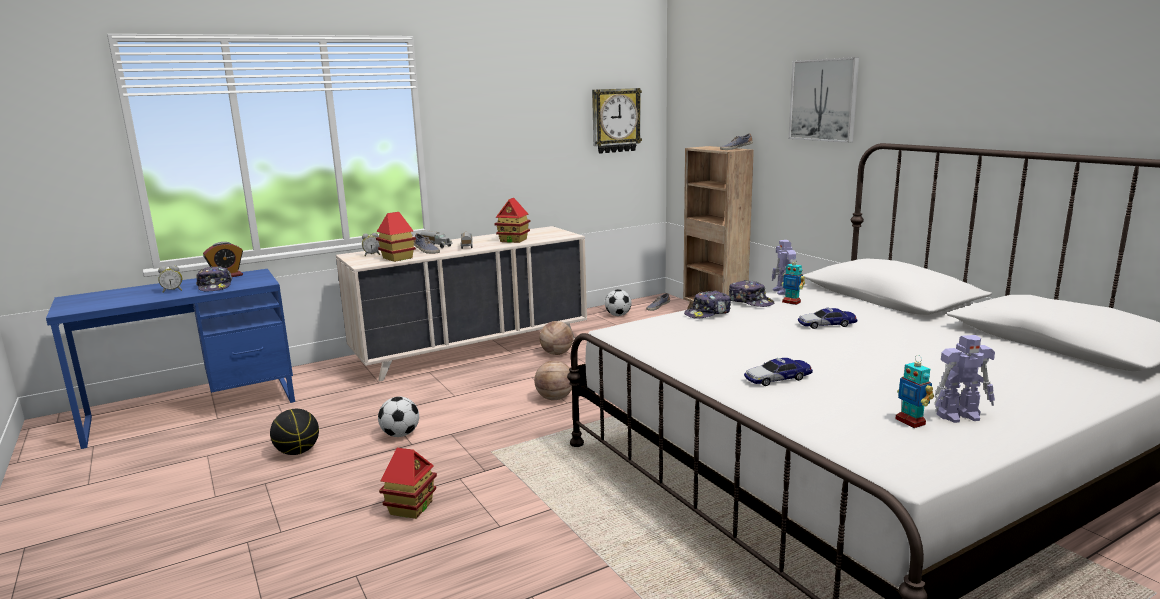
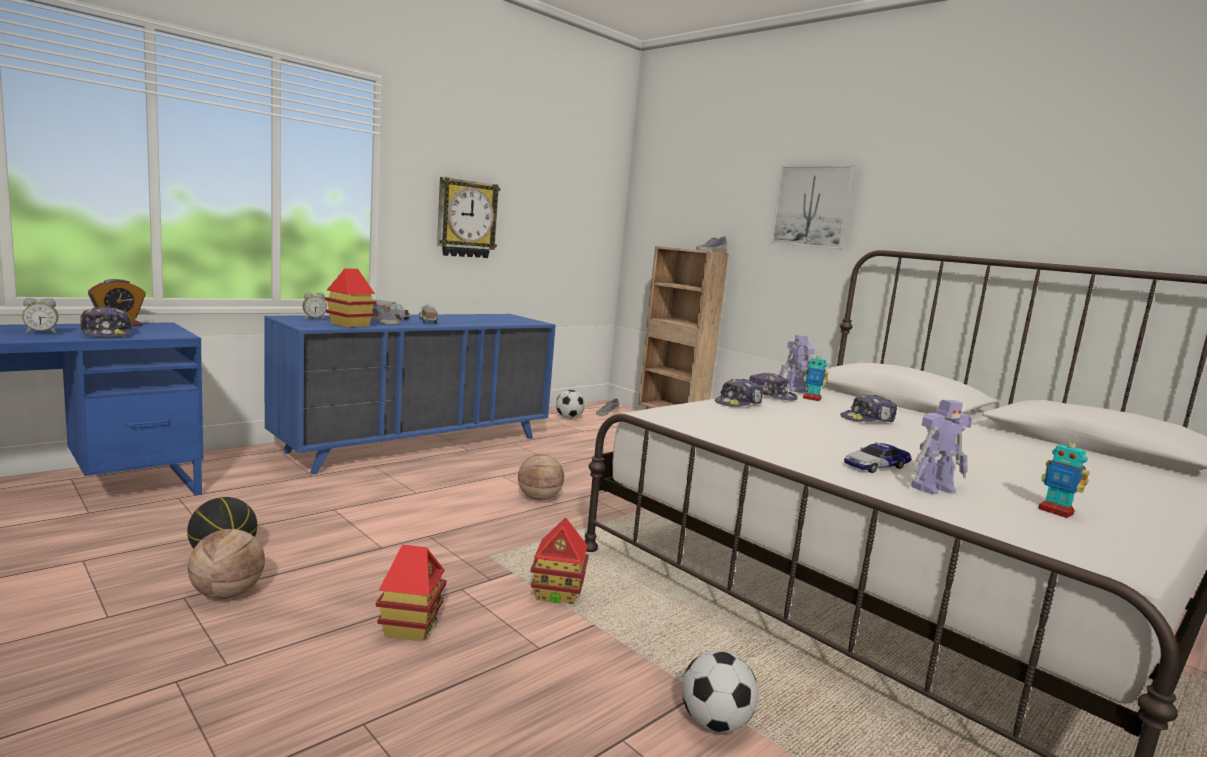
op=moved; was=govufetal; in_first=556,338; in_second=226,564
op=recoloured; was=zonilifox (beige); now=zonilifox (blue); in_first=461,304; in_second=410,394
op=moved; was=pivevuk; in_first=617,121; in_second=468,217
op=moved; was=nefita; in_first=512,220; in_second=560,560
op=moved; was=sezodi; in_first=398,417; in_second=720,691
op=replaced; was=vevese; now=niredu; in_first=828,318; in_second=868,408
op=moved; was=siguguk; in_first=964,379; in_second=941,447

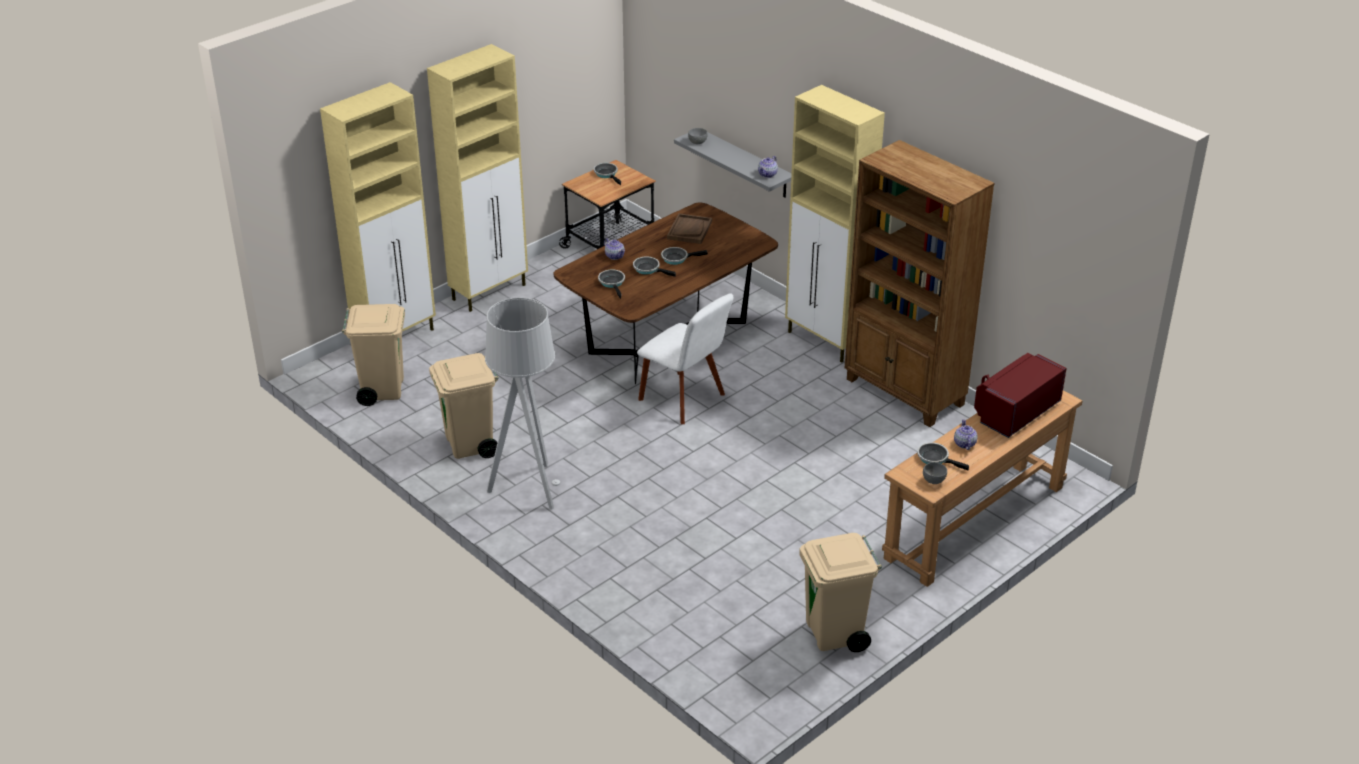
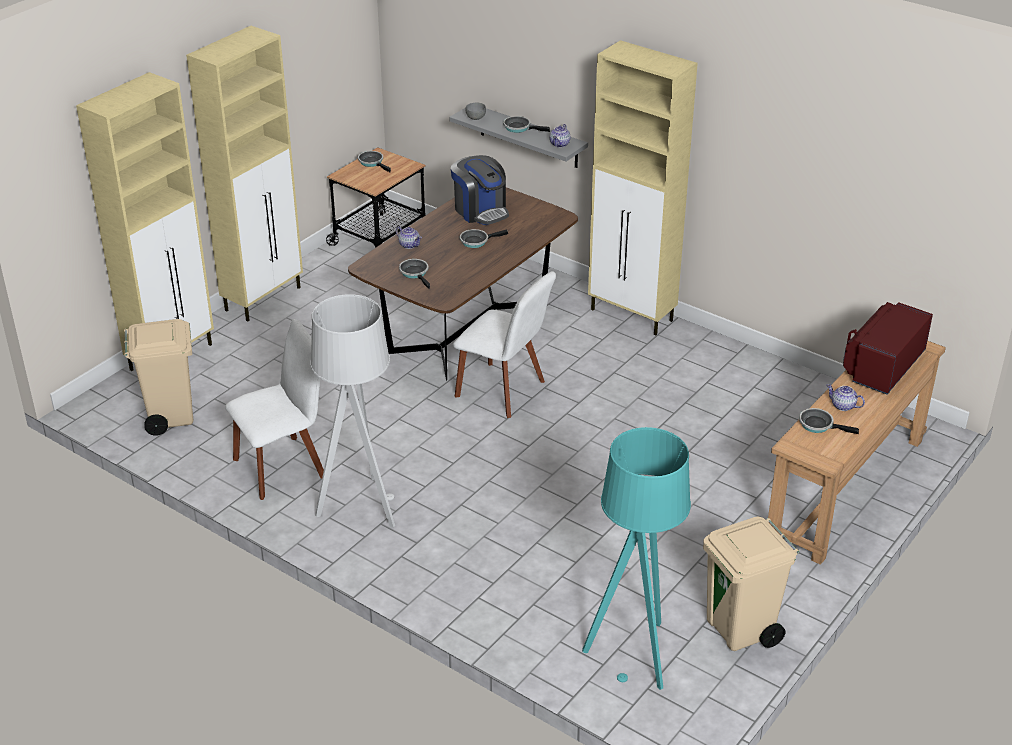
op=replaced; was=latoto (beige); now=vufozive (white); in_first=464,406; in_second=274,409
op=replaced; was=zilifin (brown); now=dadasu; in_first=689,228; in_second=480,190
op=moved; was=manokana; in_first=654,267; in_second=526,124
op=added; now=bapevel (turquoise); in_second=636,558
op=turned; was=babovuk; in_first=966,434; in_second=846,397; clockwise=-45
op=removed; was=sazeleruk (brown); in_first=919,283
op=removed; was=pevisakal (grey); in_first=935,473

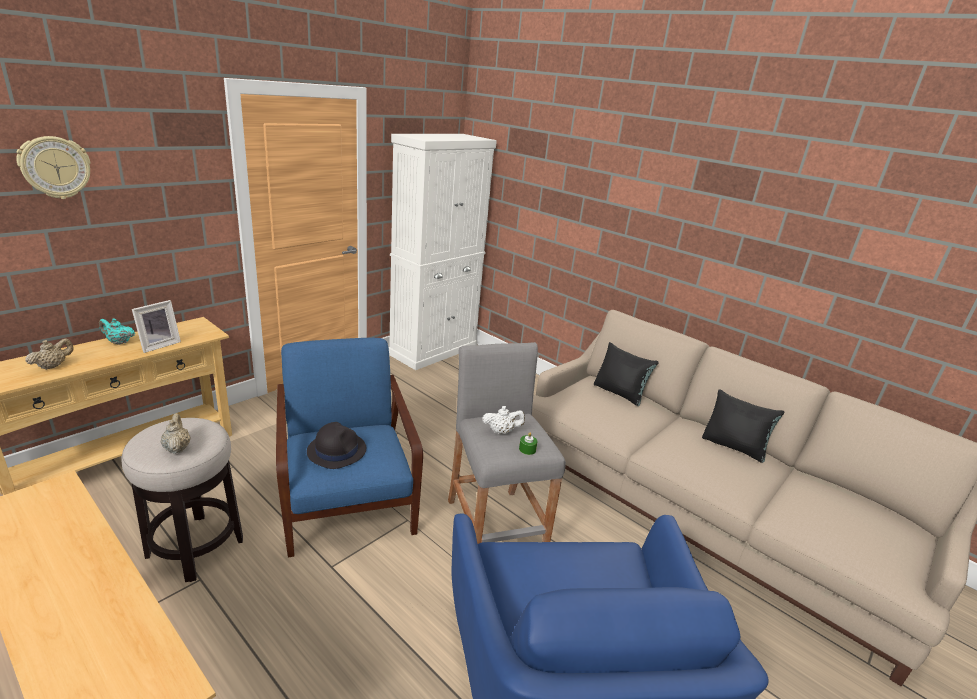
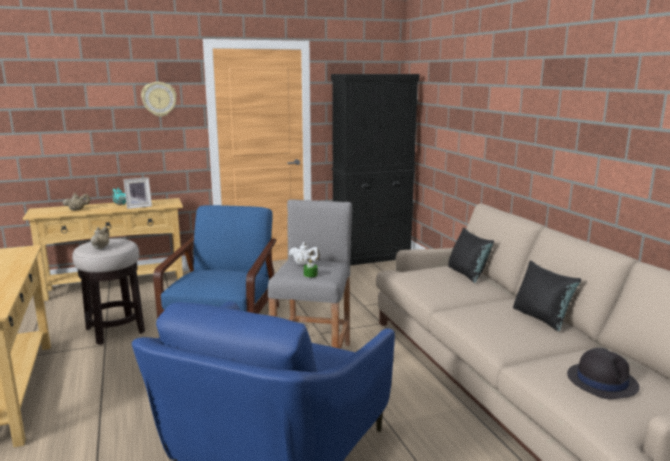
op=moved; was=pivevuk; in_first=53,167; in_second=159,99
op=recoloured; was=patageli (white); now=patageli (black); in_first=442,252; in_second=375,170
op=moved; was=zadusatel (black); in_first=336,445; in_second=603,373

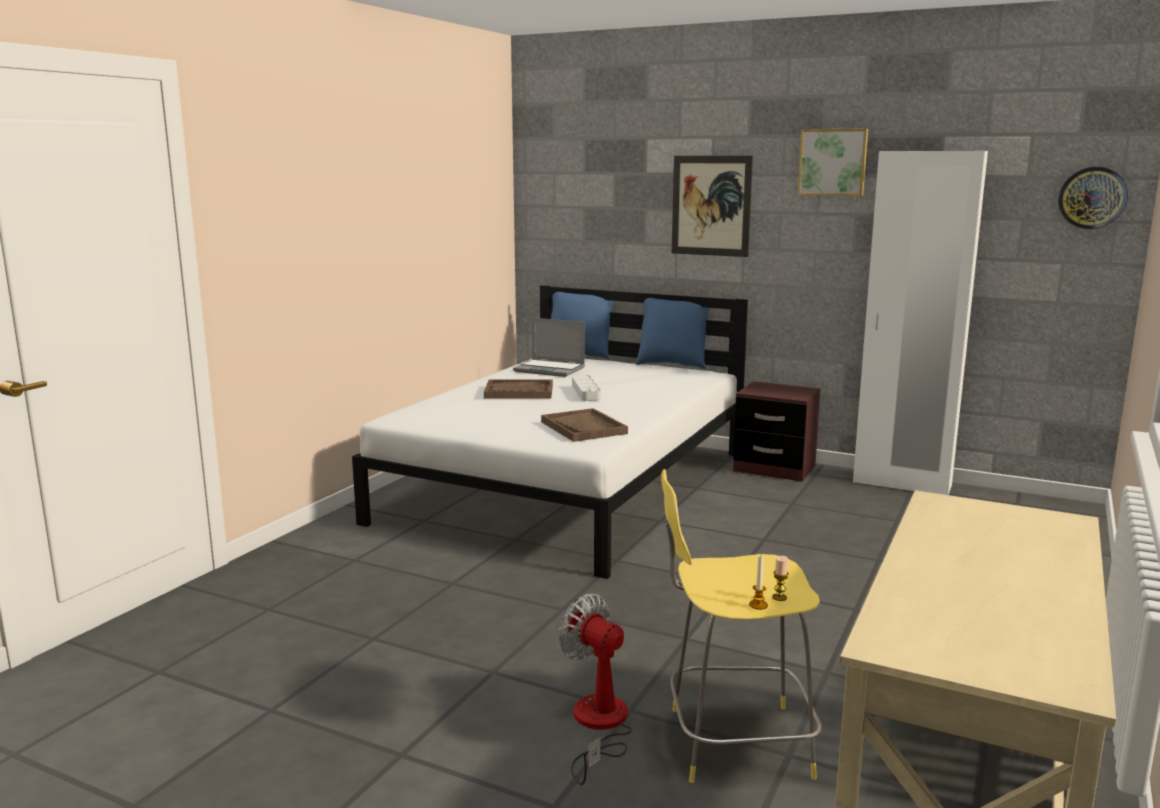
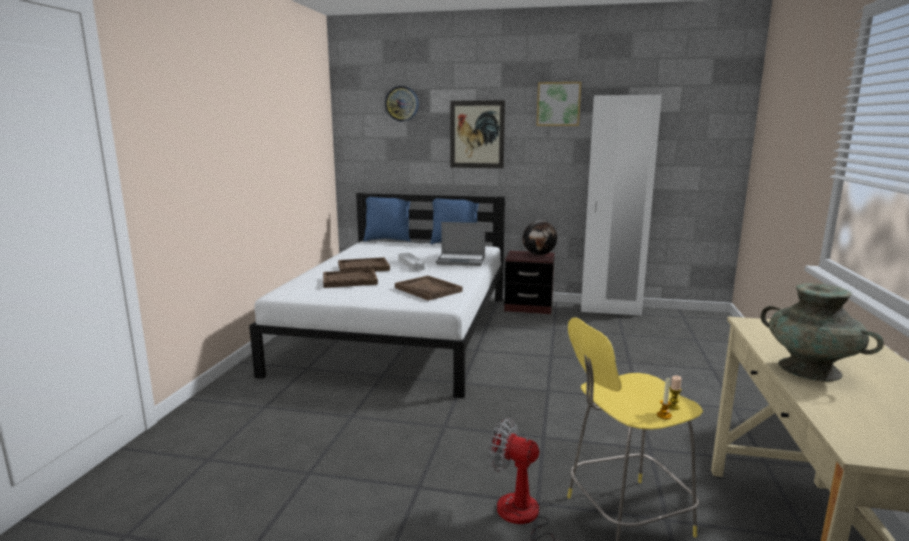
op=added; now=zilifin (brown); in_second=350,278
op=moved; was=pivevuk; in_first=1093,198; in_second=402,103
op=moved; was=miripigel; in_first=549,347; in_second=461,244
op=added; now=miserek; in_second=540,238
op=added; now=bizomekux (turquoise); in_second=822,332

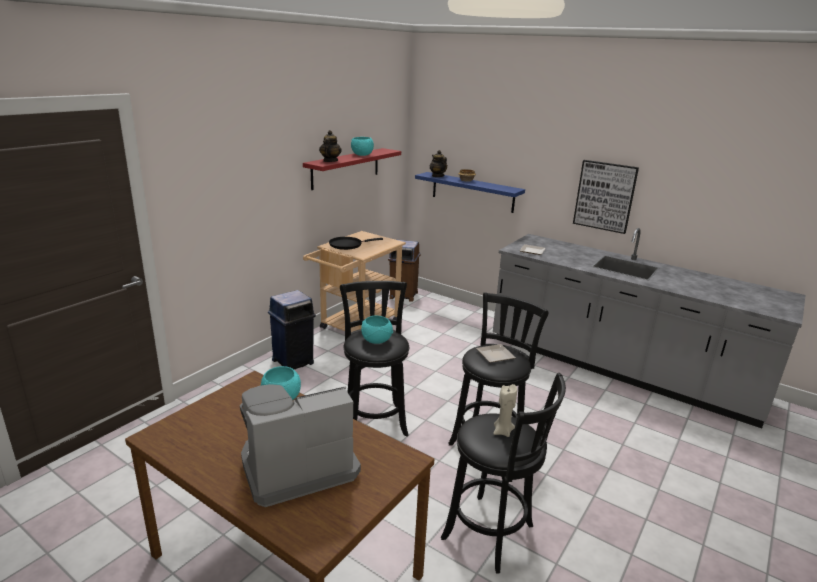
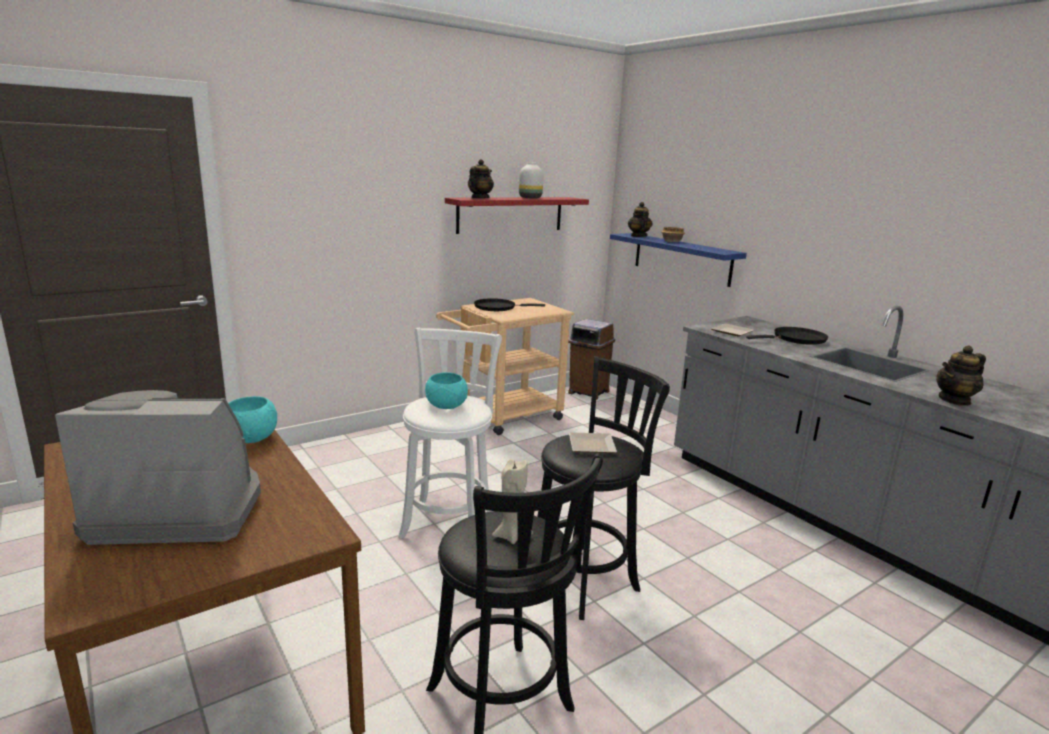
op=recoloured; was=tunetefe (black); now=tunetefe (white); in_first=374,359; in_second=450,433
op=replaced; was=pevisakal (turquoise); now=bizomekux (white); in_first=362,146; in_second=531,180
op=added; now=manokana (black); in_second=787,336
op=added; now=babovuk; in_second=961,375
op=removed; was=latoto (blue); in_first=292,329
op=removed; was=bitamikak; in_first=606,197

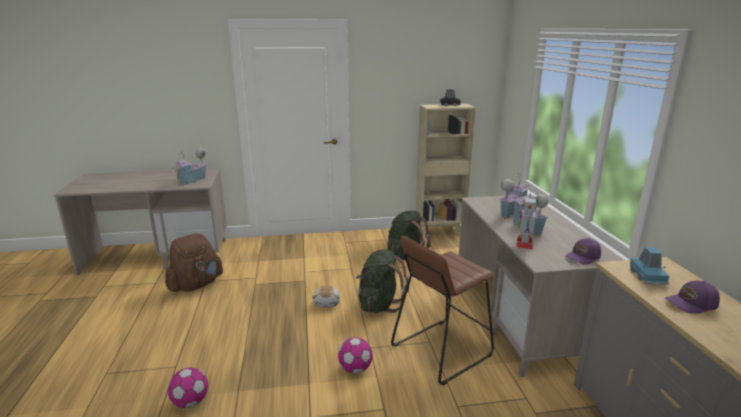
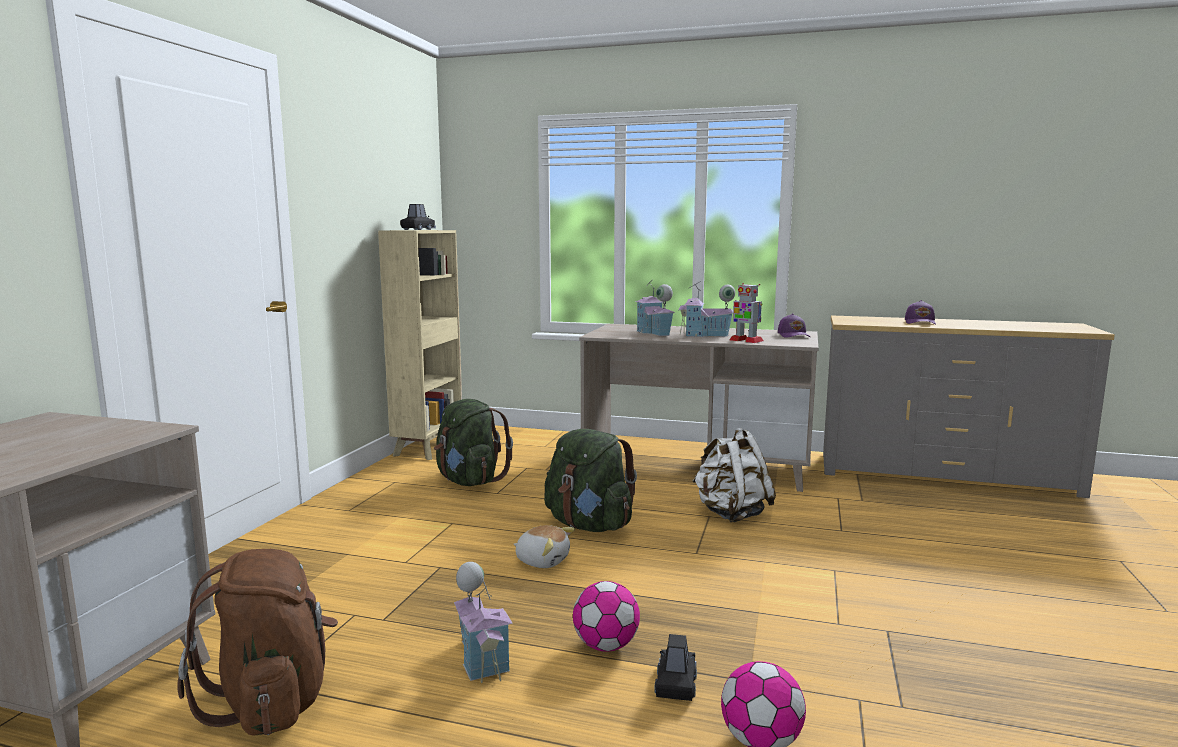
op=moved; was=nefita; in_first=189,166; in_second=483,622
op=moved; was=sezodi; in_first=355,355; in_second=606,616
op=added; now=vevese (black); in_second=675,667
op=replaced; was=tunetefe (brown); now=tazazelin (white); in_first=443,311; in_second=734,475
op=removed; was=vevese (blue); in_first=649,266

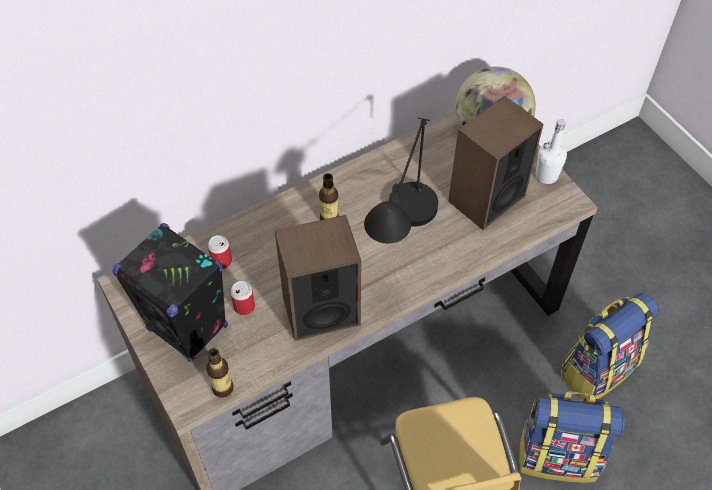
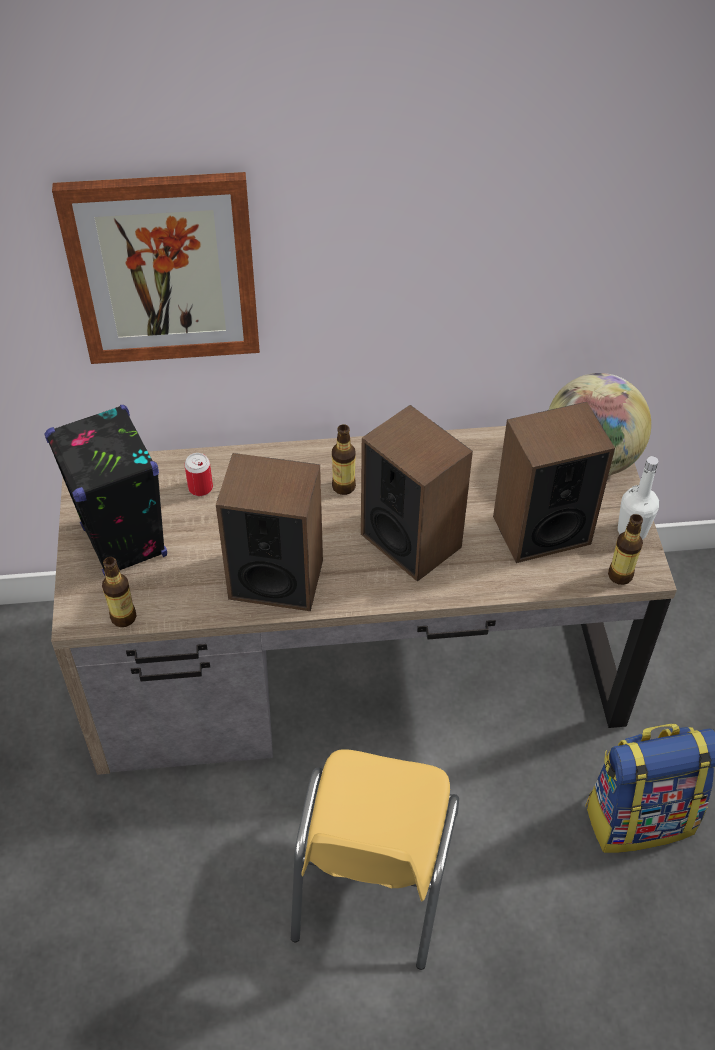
op=added; now=bitamikak; in_second=156,268
op=replaced; was=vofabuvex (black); now=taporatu; in_first=401,181; in_second=417,493
op=added; now=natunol; in_second=625,549
op=removed; was=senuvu; in_first=242,298
op=removed; was=tazazelin; in_first=572,437

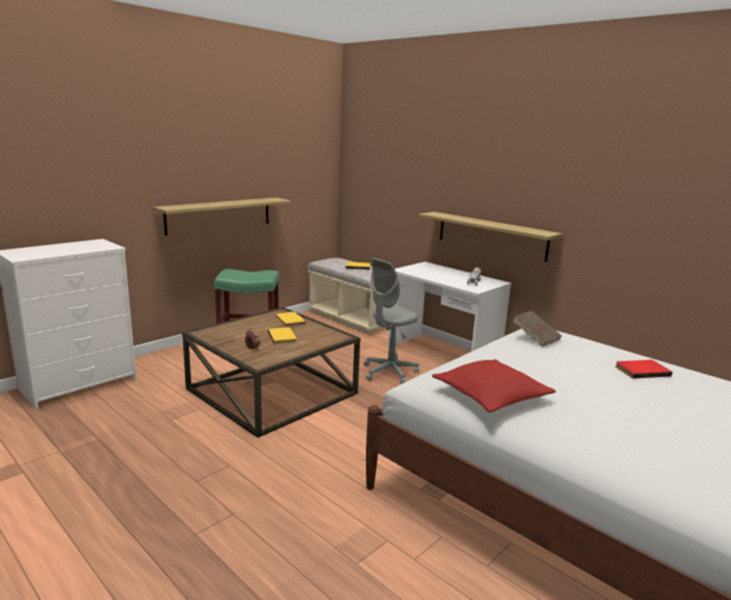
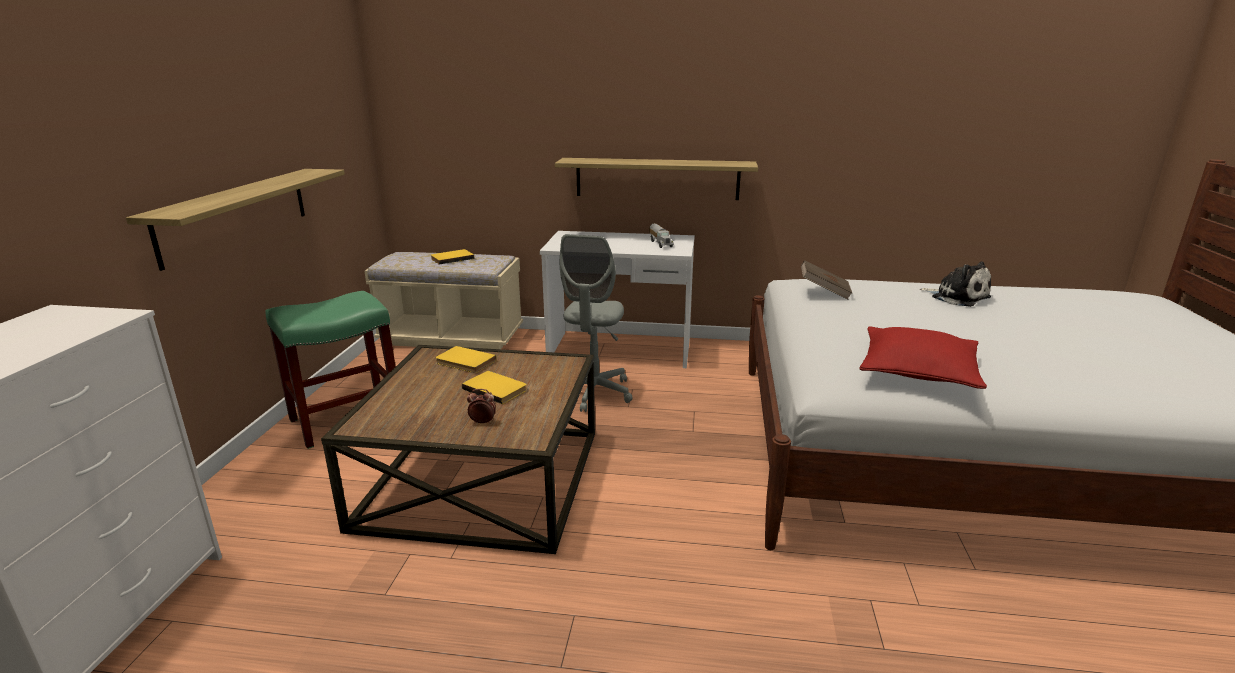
op=replaced; was=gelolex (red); now=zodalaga; in_first=643,369; in_second=955,284

